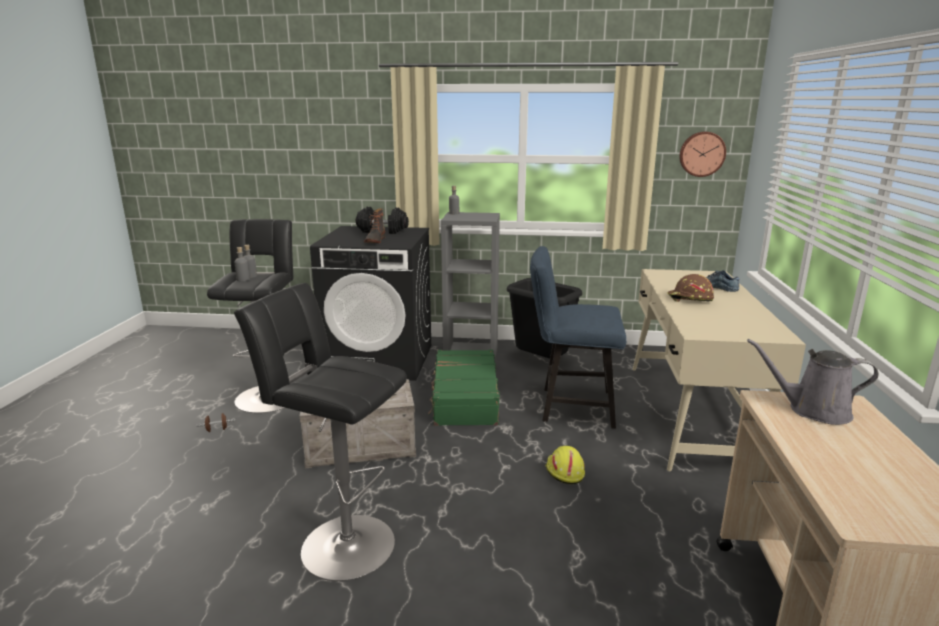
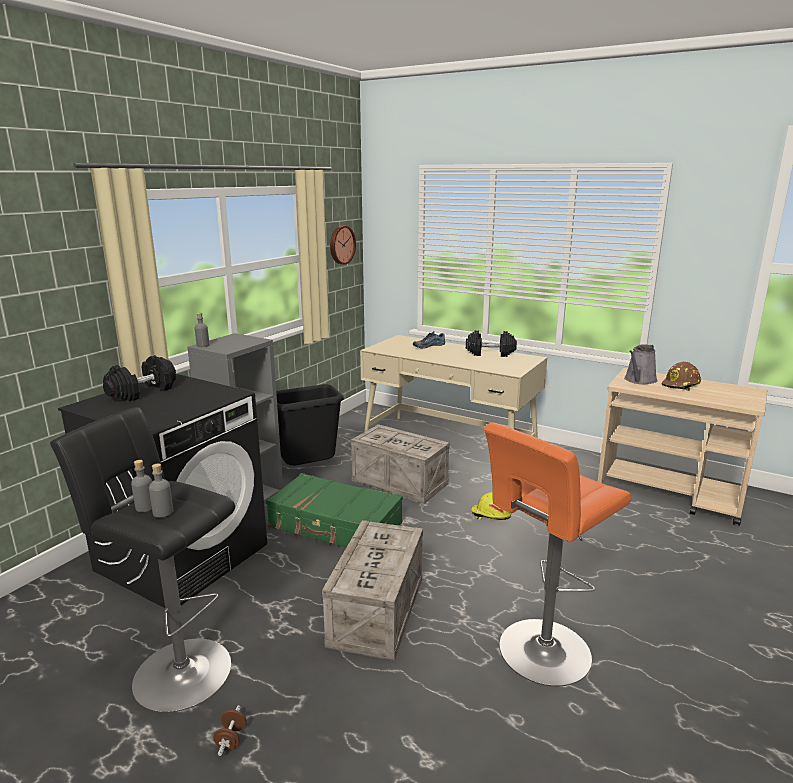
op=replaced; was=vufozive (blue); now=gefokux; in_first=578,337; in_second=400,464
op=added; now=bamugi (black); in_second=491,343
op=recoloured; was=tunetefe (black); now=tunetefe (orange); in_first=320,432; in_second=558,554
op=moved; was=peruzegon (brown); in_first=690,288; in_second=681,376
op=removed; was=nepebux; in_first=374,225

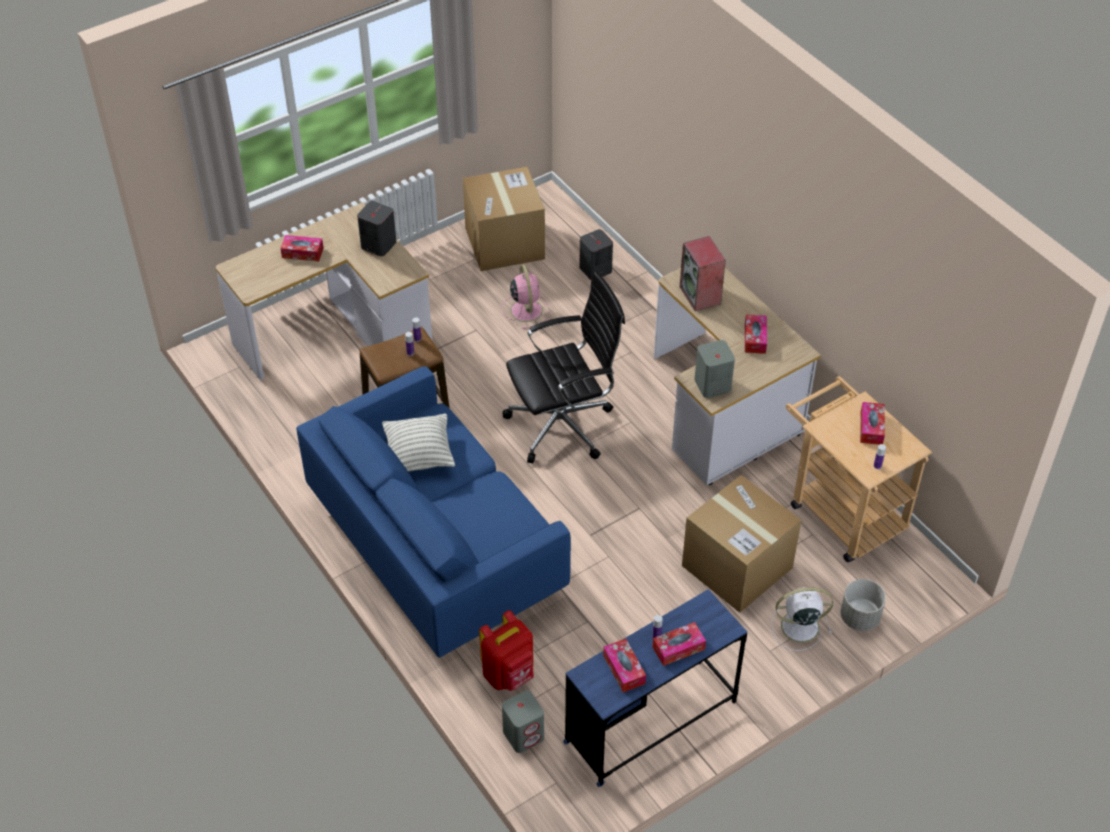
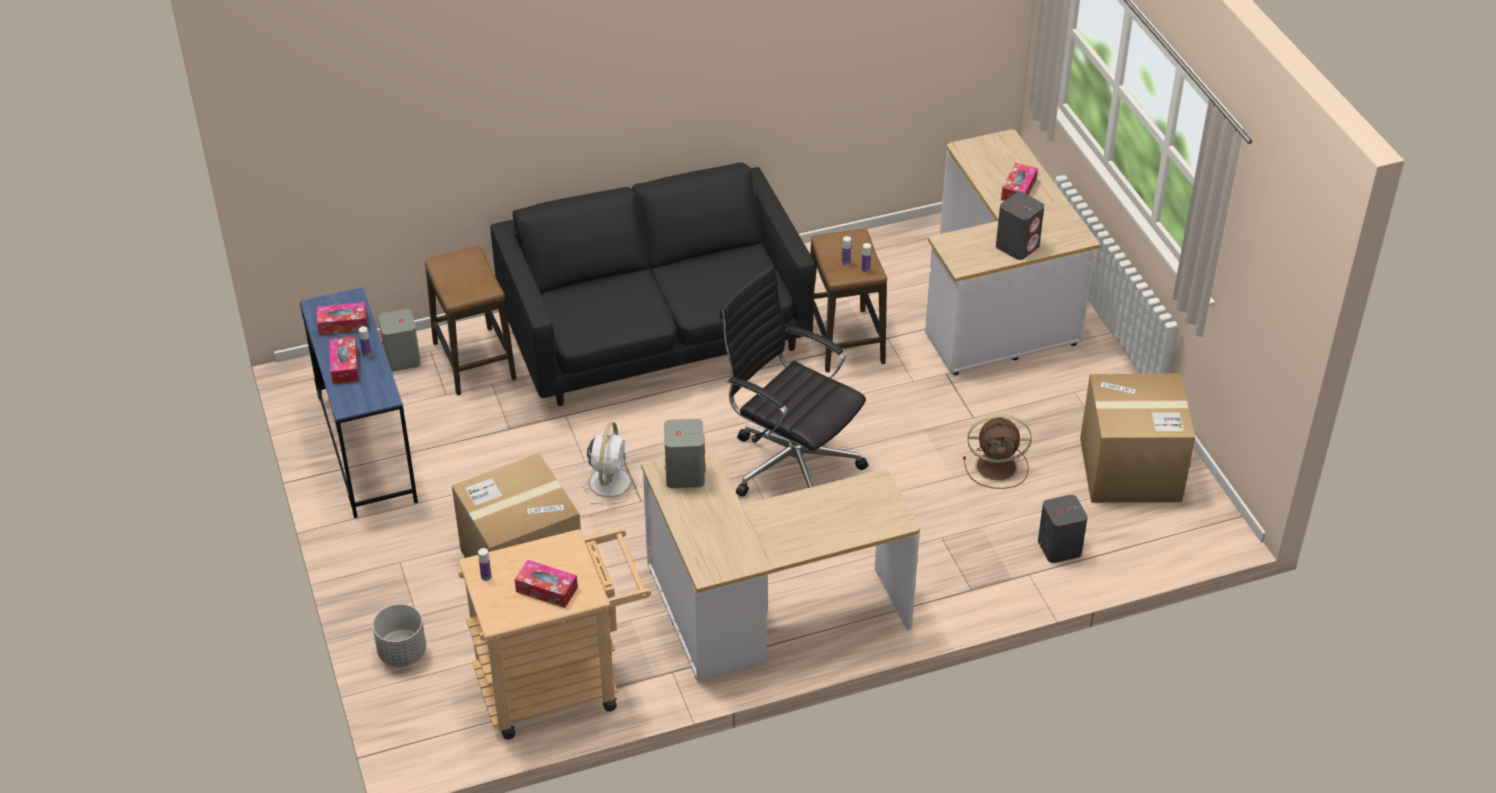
op=replaced; was=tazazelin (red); now=tunetefe; in_first=506,650; in_second=470,321
op=recoloured; was=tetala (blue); now=tetala (black); in_first=433,512; in_second=652,284
op=moved; was=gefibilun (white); in_first=802,619; in_second=610,463
op=turned; was=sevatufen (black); in_first=564,367; in_second=794,381; clockwise=135
op=recoloured; was=gefibilun (pink); now=gefibilun (brown); in_first=526,297; in_second=997,451
op=removed; was=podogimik; in_first=418,442
op=removed; was=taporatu; in_first=703,273
op=removed; was=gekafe; in_first=756,334

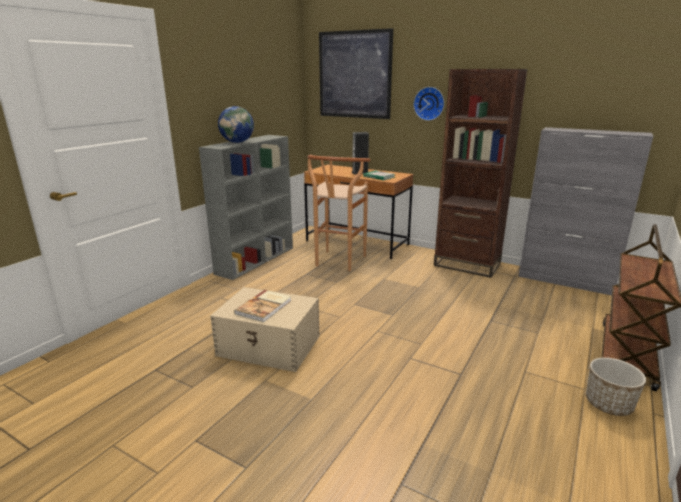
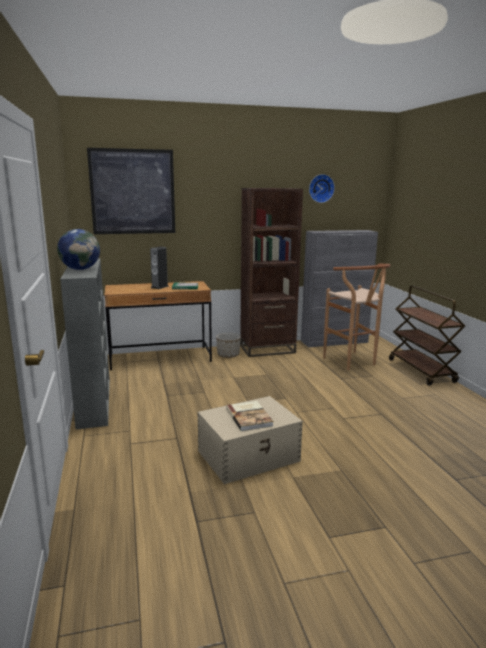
op=moved; was=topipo; in_first=616,386; in_second=228,345
op=moved; was=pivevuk; in_first=429,104; in_second=322,188
op=moved; was=tunetefe (brown); in_first=338,213; in_second=356,317

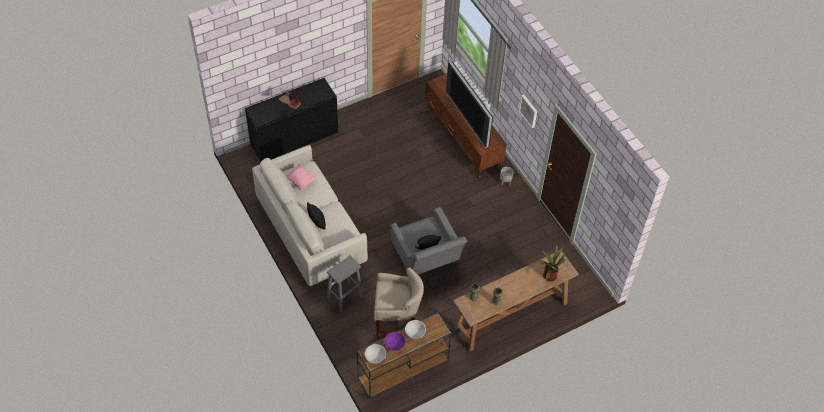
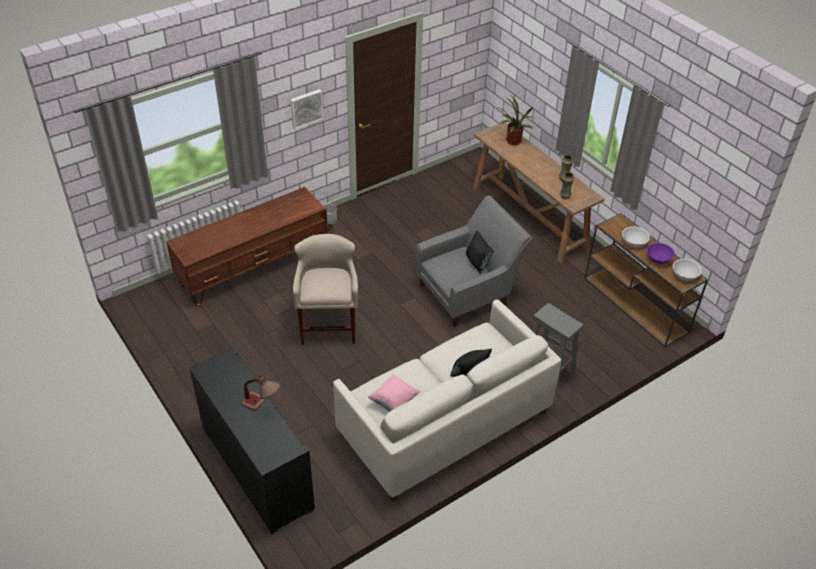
op=moved; was=tunetefe (beige); in_first=399,302; in_second=325,289
op=removed; was=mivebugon; in_first=469,104

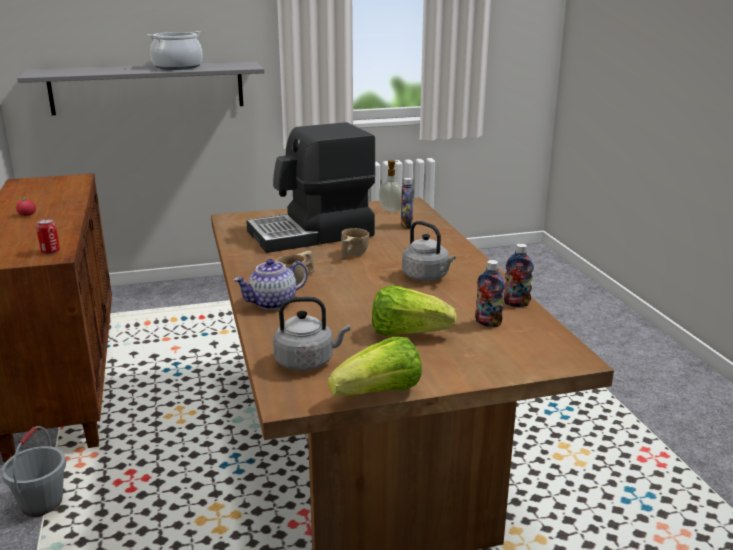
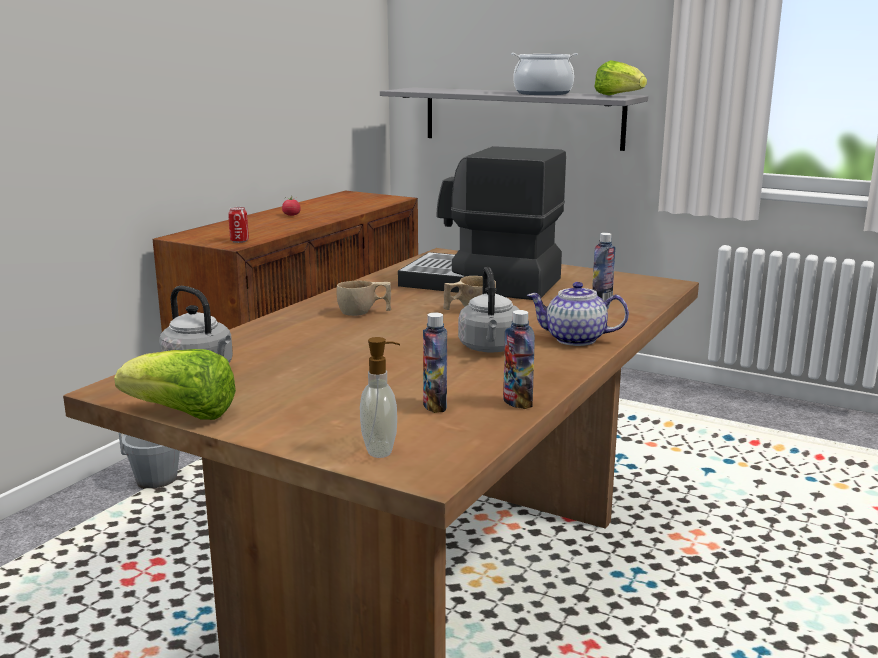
op=moved; was=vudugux; in_first=390,186; in_second=380,397
op=moved; was=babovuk; in_first=270,284; in_second=578,314
op=moved; was=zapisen; in_first=414,310; in_second=620,78

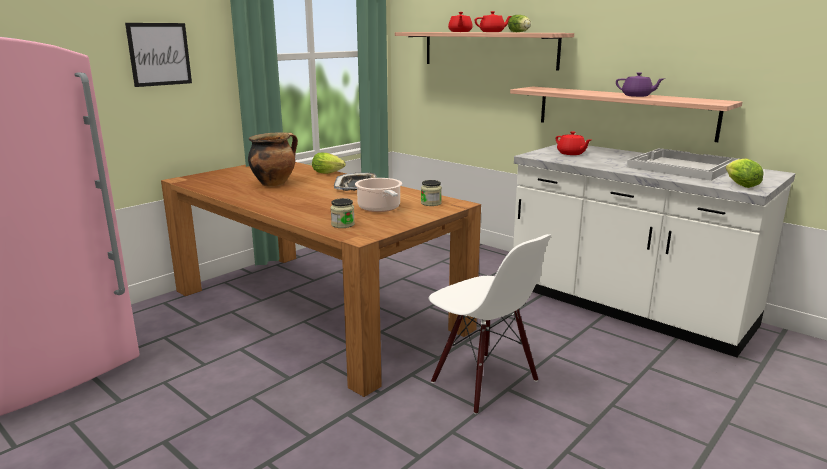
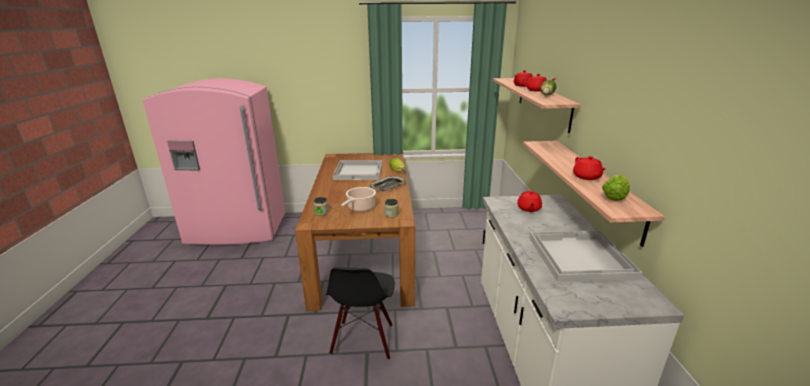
op=recoloured; was=vufozive (white); now=vufozive (black); in_first=490,324; in_second=360,313
op=replaced; was=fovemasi; now=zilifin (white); in_first=273,159; in_second=357,170
op=recoloured; was=babovuk (purple); now=babovuk (red); in_first=640,84; in_second=589,168
op=moved; was=zapisen; in_first=744,173; in_second=616,188
op=removed; was=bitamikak; in_first=158,55

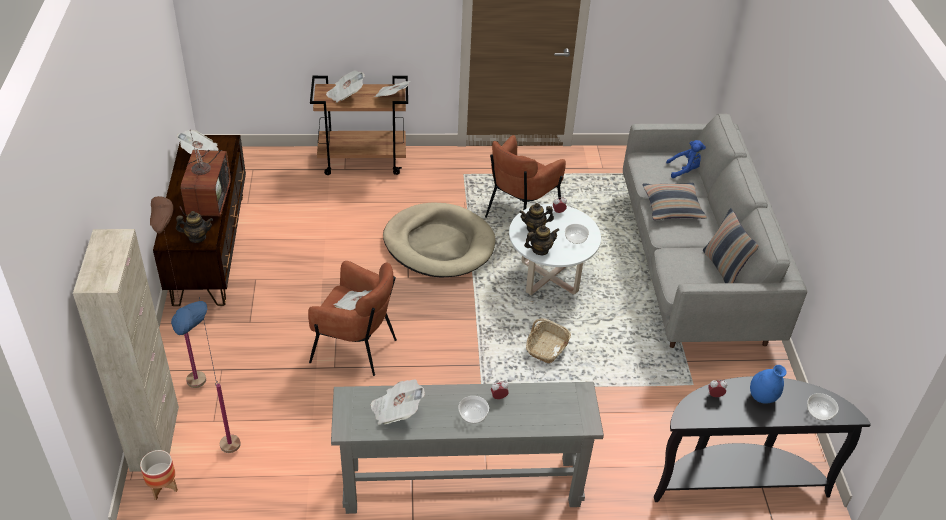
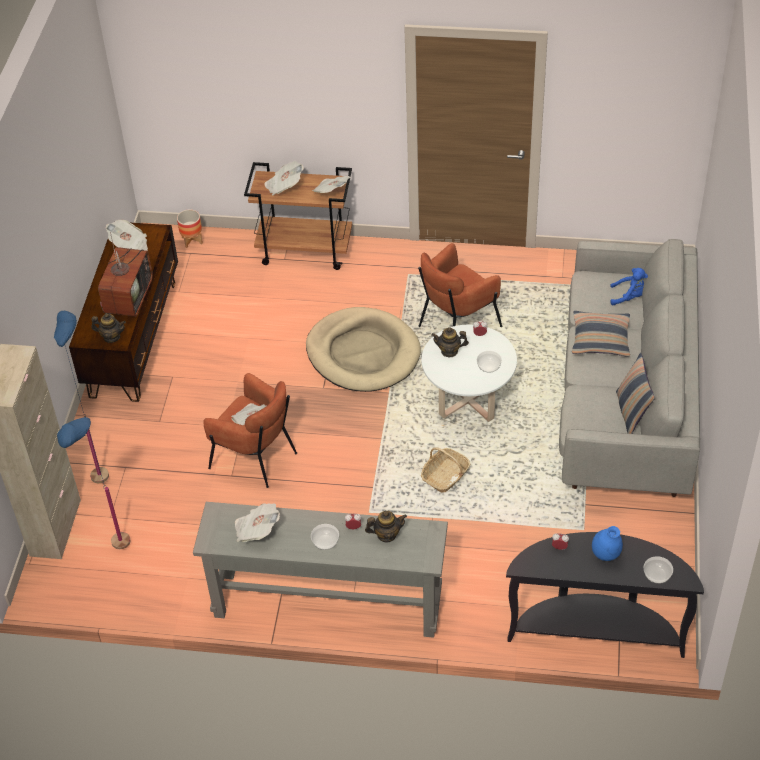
op=recoloured; was=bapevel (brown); now=bapevel (blue); in_first=178,292; in_second=81,397
op=moved; was=topipo; in_first=159,475; in_second=190,228
op=moved; was=babovuk; in_first=541,240; in_second=386,527

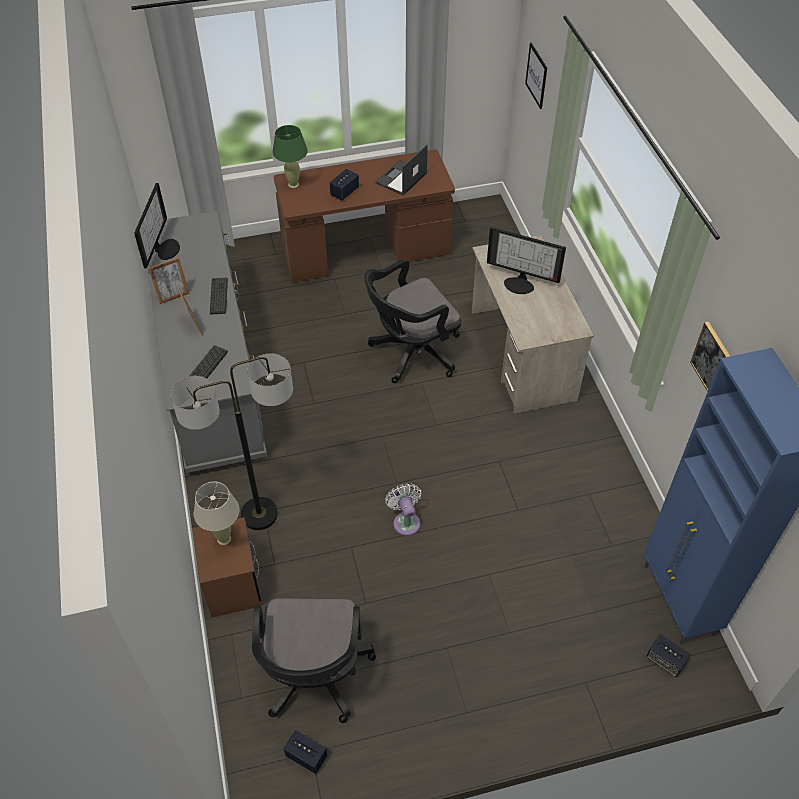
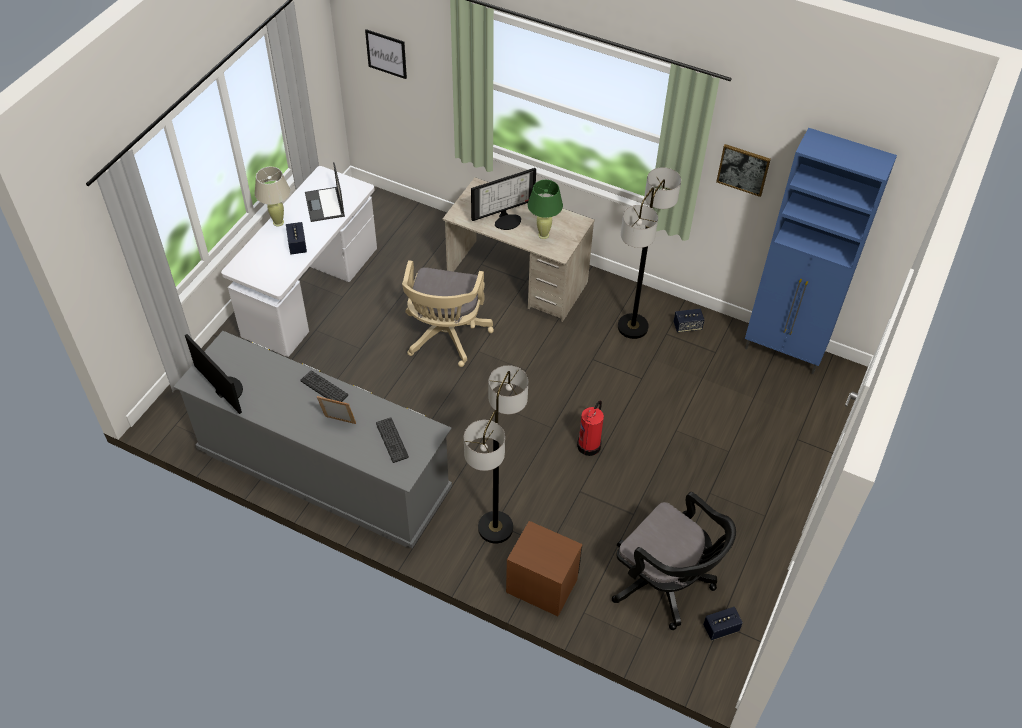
op=recoloured; was=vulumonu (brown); now=vulumonu (white); in_first=364,216; in_second=299,261
op=moved; was=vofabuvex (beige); in_first=217,513; in_second=272,196
op=recoloured; was=sevatufen (black); now=sevatufen (beige); in_first=413,321; in_second=448,313
op=moved; was=vofabuvex (green); in_first=290,156; in_second=545,209
op=replaced; was=gefibilun (white); now=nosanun; in_first=403,509; in_second=590,428
op=added; now=bapevel; in_second=649,253
op=moved; was=taporatu; in_first=668,655; in_second=688,321
op=removed; was=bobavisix; in_first=169,280

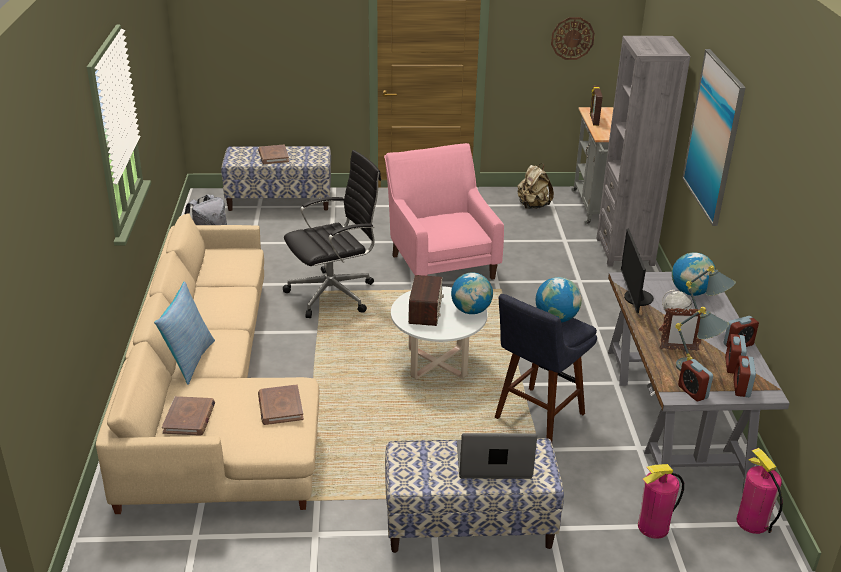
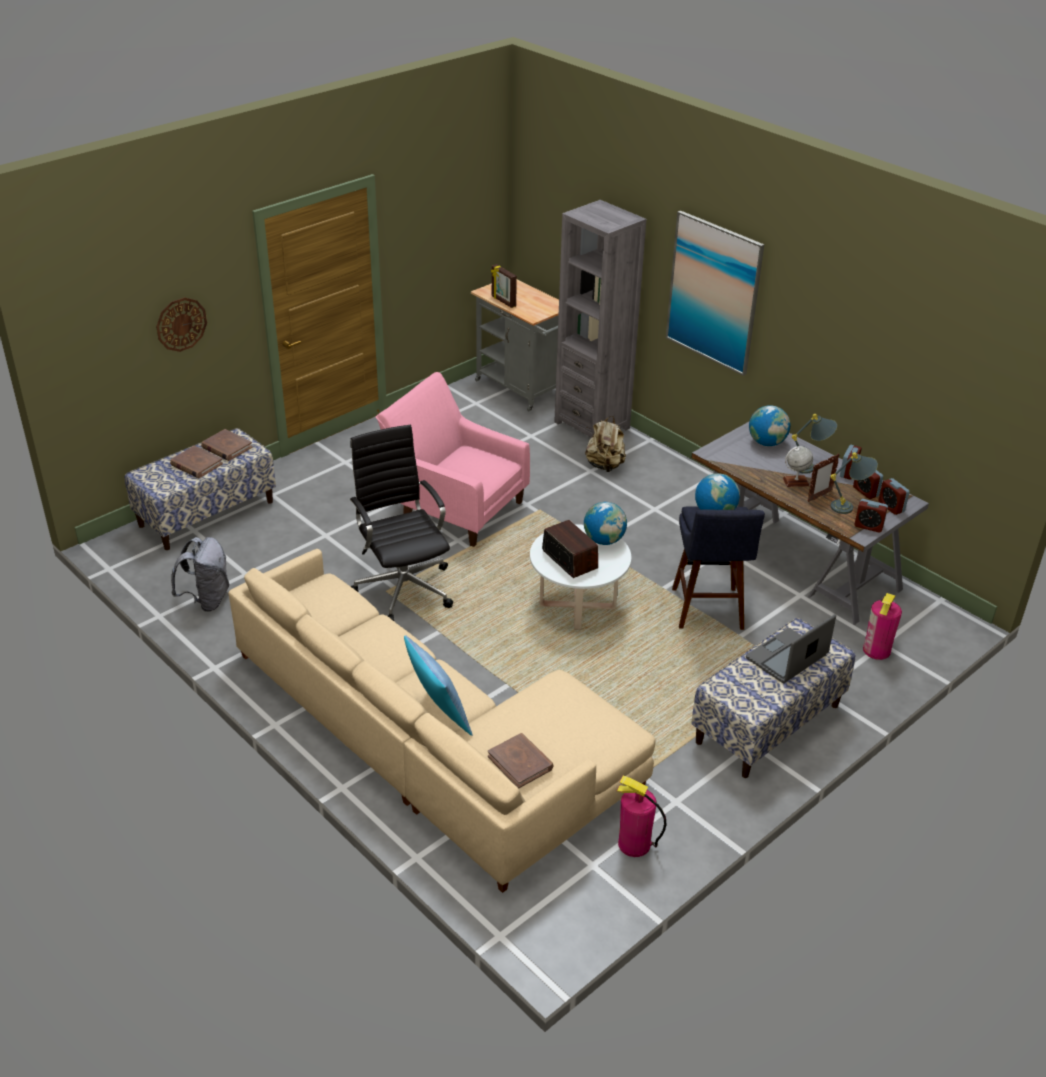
op=moved; was=pivevuk; in_first=573,38; in_second=181,324
op=moved; was=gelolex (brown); in_first=281,404; in_second=227,445
op=turned; was=sevatufen (black); in_first=332,234; in_second=401,523; clockwise=-45
op=moved; was=tazazelin (beige); in_first=535,186; in_second=605,444
op=moved; was=nosanun; in_first=760,491; in_second=642,816
op=removed; was=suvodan; in_first=637,270

